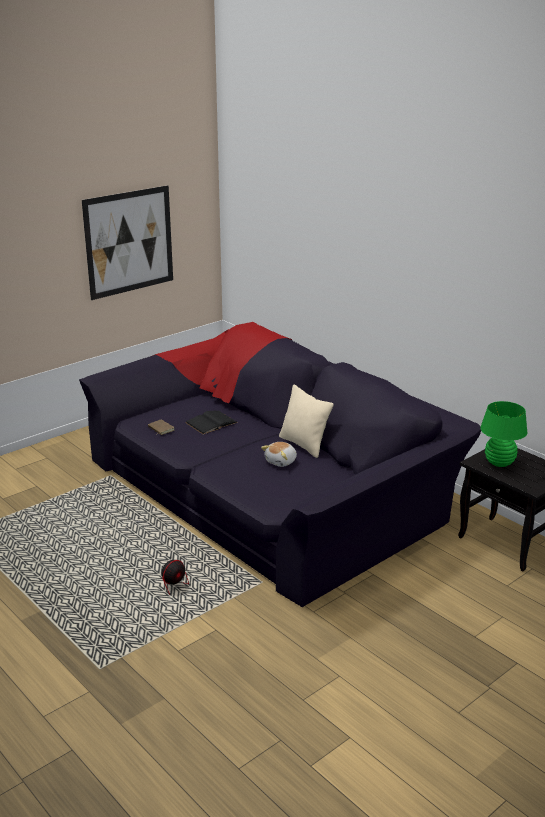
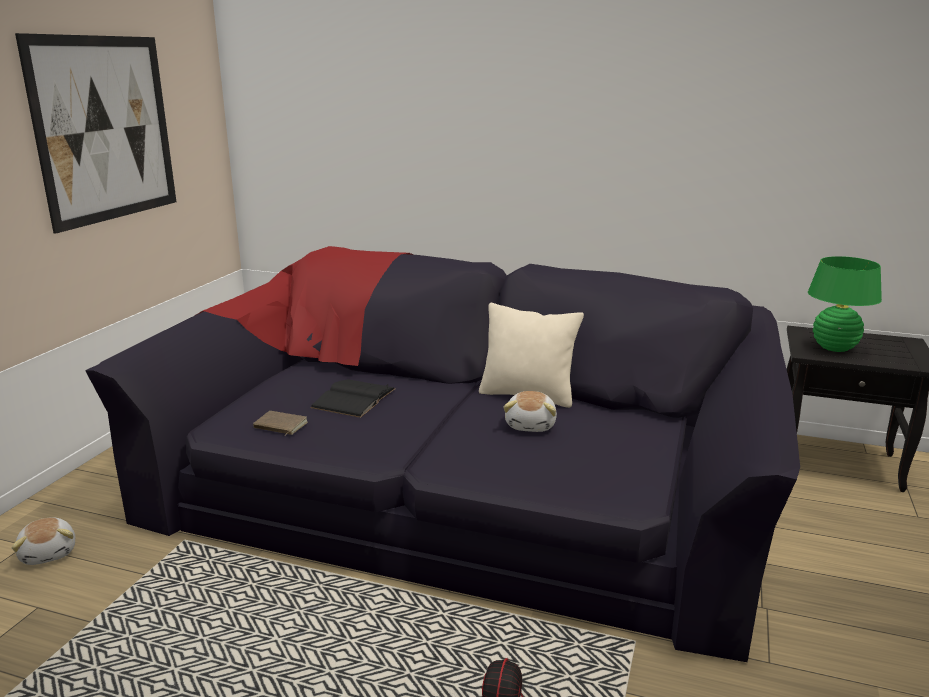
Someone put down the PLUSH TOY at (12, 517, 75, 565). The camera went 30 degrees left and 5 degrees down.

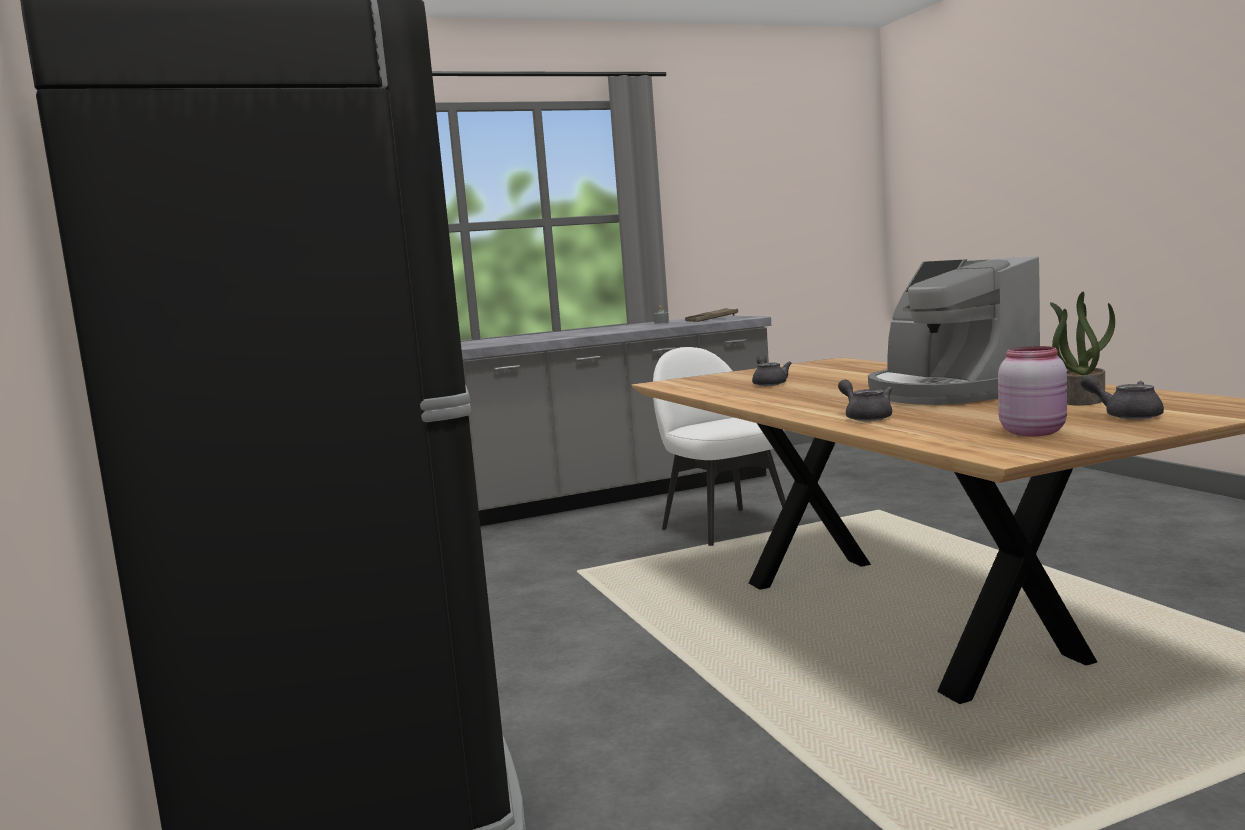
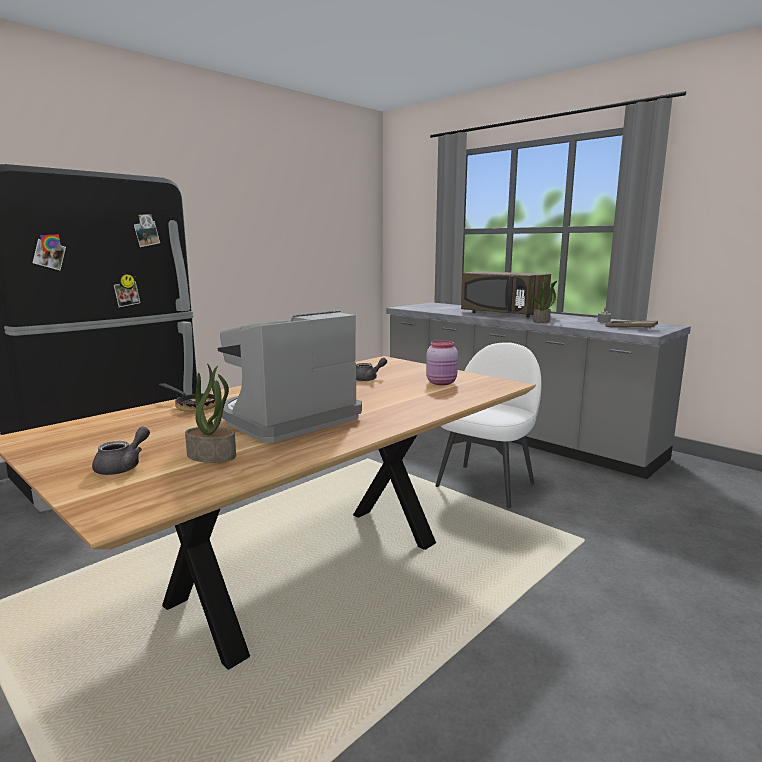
Someone carried the PINK JAR from (998, 346, 1067, 436) to (426, 340, 458, 385). Someone swapped the GREY TEAPOT at (838, 379, 892, 421) for the FRYING PAN at (159, 383, 215, 412). Someone put down the BROWN MICROWAVE at (461, 271, 551, 317). Someone put down the POTTED PLANT at (530, 277, 557, 323). The camera went 65 degrees right and 5 degrees up.

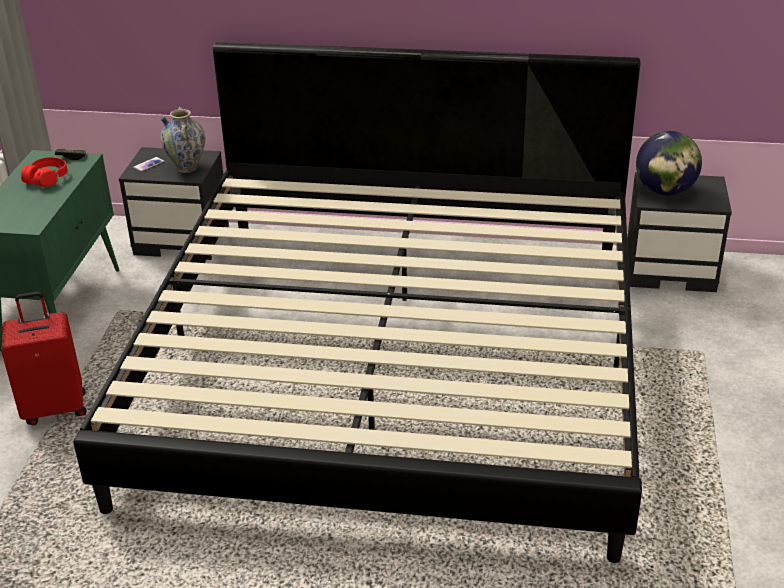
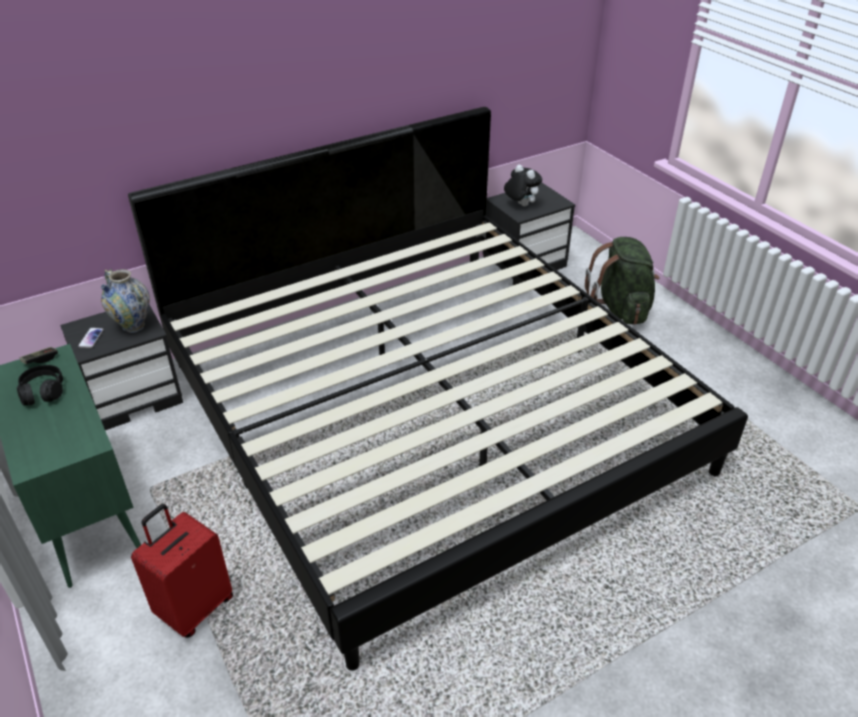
Someone swapped the GLOBE at (636, 131, 702, 195) for the PLUSH TOY at (504, 165, 542, 206). Someone repainted the RED HEADPHONES at (21, 157, 67, 187), which became the BLACK HEADPHONES at (17, 365, 63, 405). Someone put down the GREEN BACKPACK at (585, 237, 659, 325). The camera went 40 degrees left and 5 degrees up.

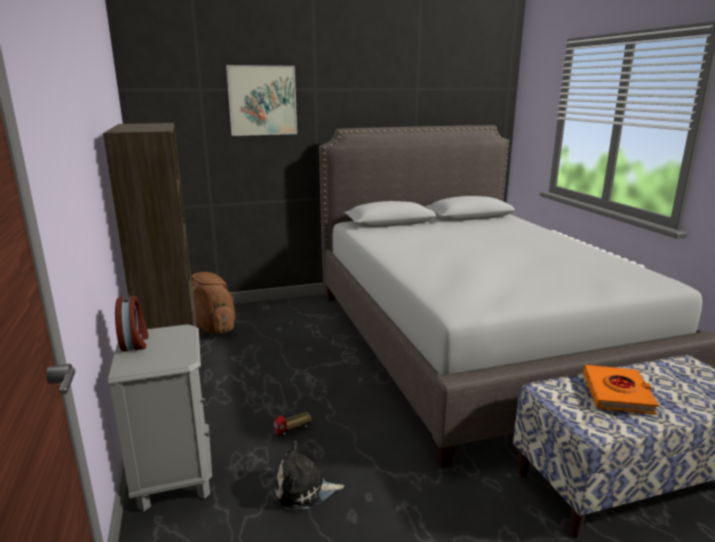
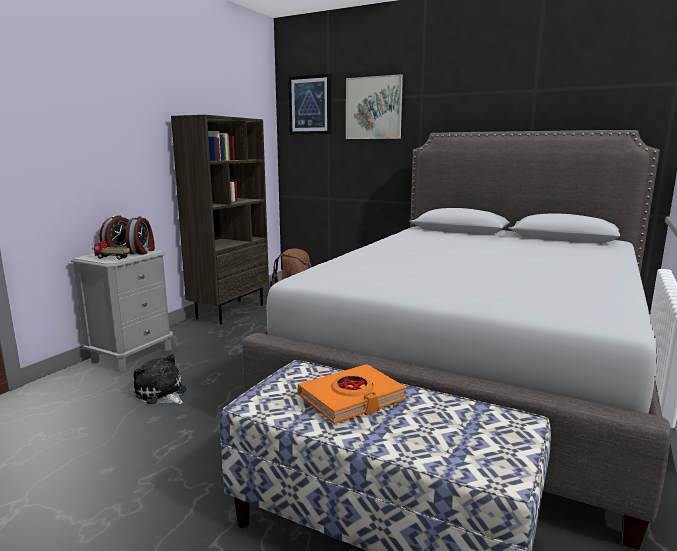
Someone carried the TOY TRUCK from (274, 412, 312, 437) to (92, 241, 130, 260). Someone put up the PICTURE at (288, 73, 331, 135). Someone put down the ALARM CLOCK at (125, 216, 155, 254). The camera went 45 degrees right and 5 degrees down.

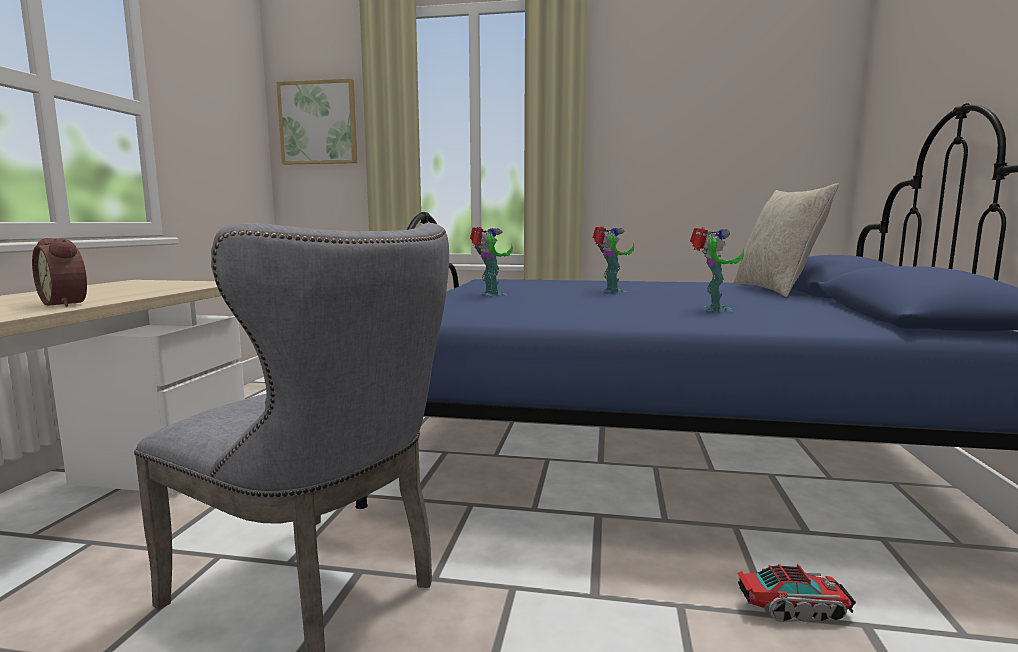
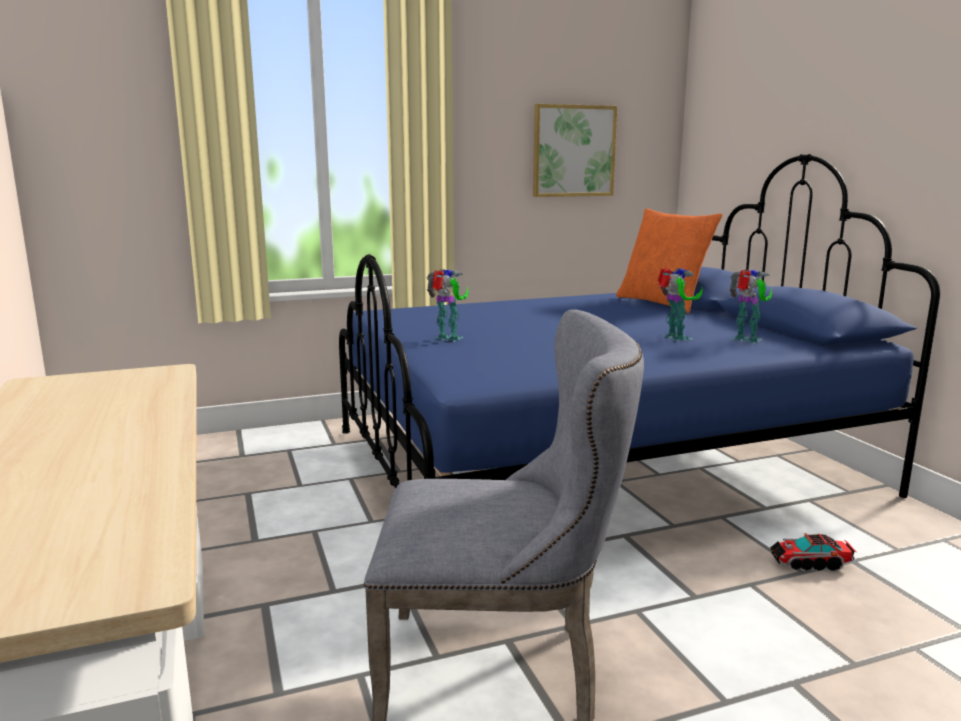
Someone carried the PICTURE from (277, 79, 357, 164) to (533, 104, 617, 197). Someone repainted the BEIGE PILLOW at (734, 183, 839, 297), which became the ORANGE PILLOW at (616, 208, 722, 313). Someone carried the TOY ROBOT from (593, 226, 634, 293) to (729, 269, 772, 343). Someone took away the ALARM CLOCK at (32, 238, 87, 307). Someone rotated the TOY TRUCK at (737, 564, 856, 622) by 150 degrees counterclockwise. The camera went 30 degrees left and 5 degrees up.

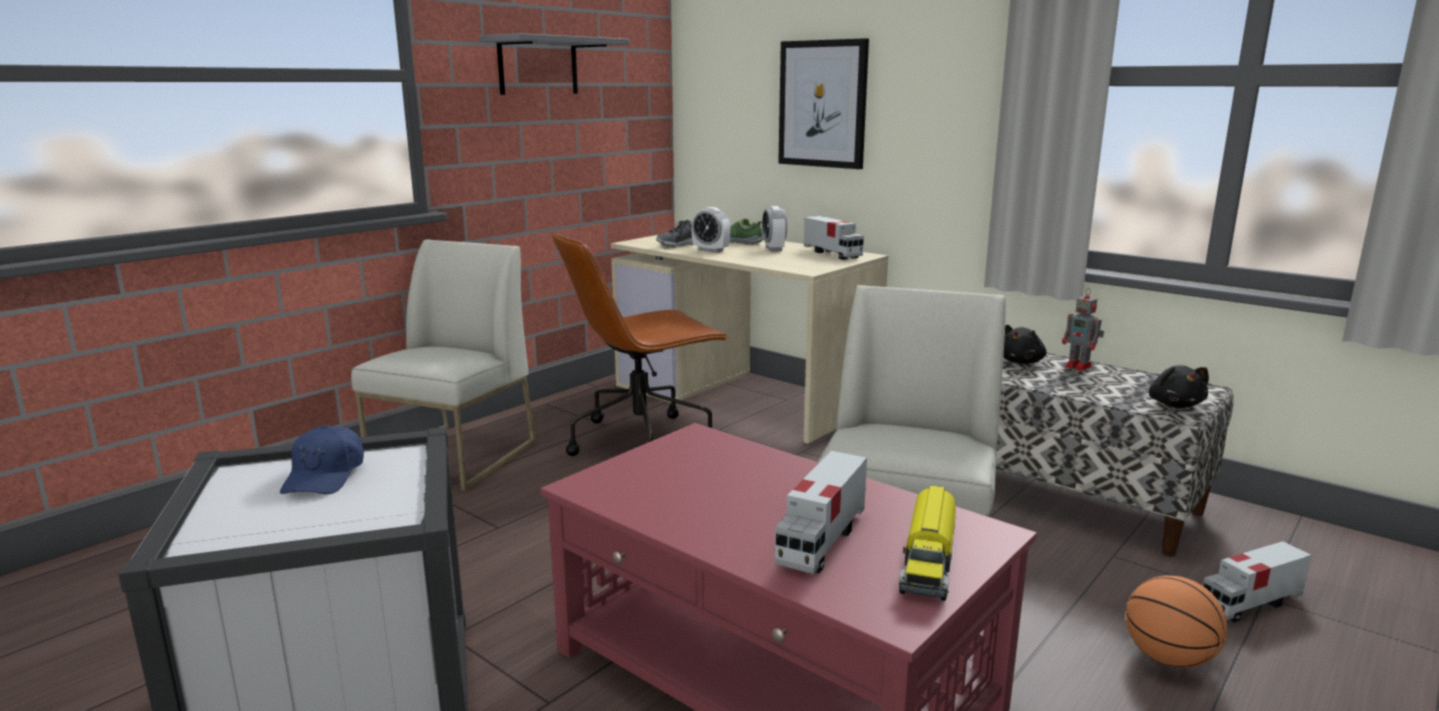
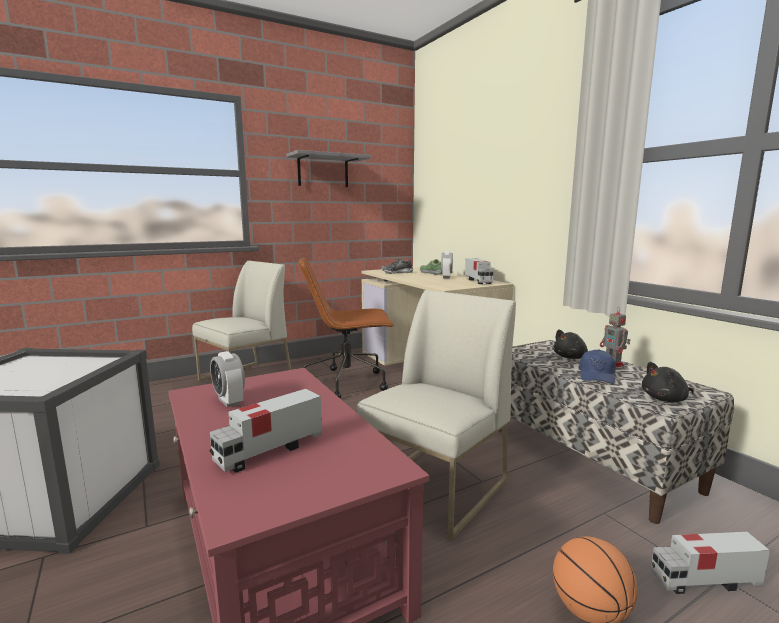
Someone took away the PICTURE at (778, 38, 869, 169). Someone carried the ALARM CLOCK from (691, 207, 731, 253) to (210, 351, 245, 408). Someone rotated the BLACK PLUSH TOY at (1149, 365, 1209, 408) by 60 degrees clockwise. Someone carried the BLUE CAP from (280, 425, 364, 494) to (579, 349, 616, 384). Someone took away the TOY TRUCK at (898, 485, 956, 601). The camera went 20 degrees right and 5 degrees down.

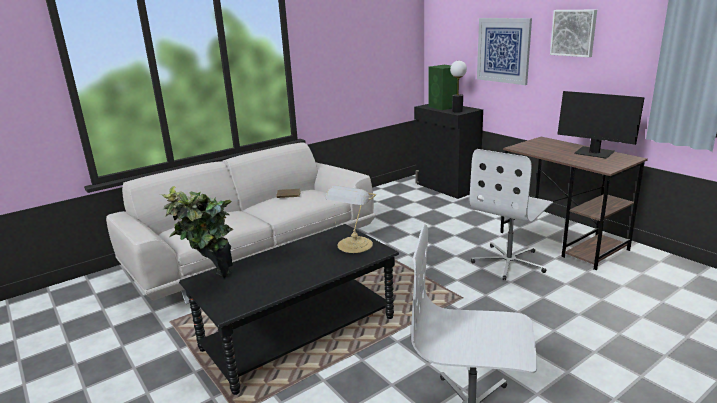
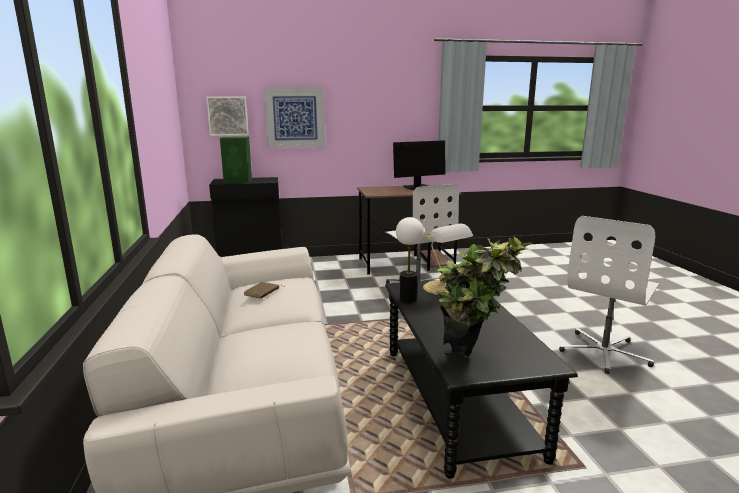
Someone carried the PICTURE from (550, 10, 597, 57) to (206, 97, 248, 136). Someone carried the TABLE LAMP from (450, 60, 467, 113) to (396, 217, 424, 303). The camera went 65 degrees left and 5 degrees down.

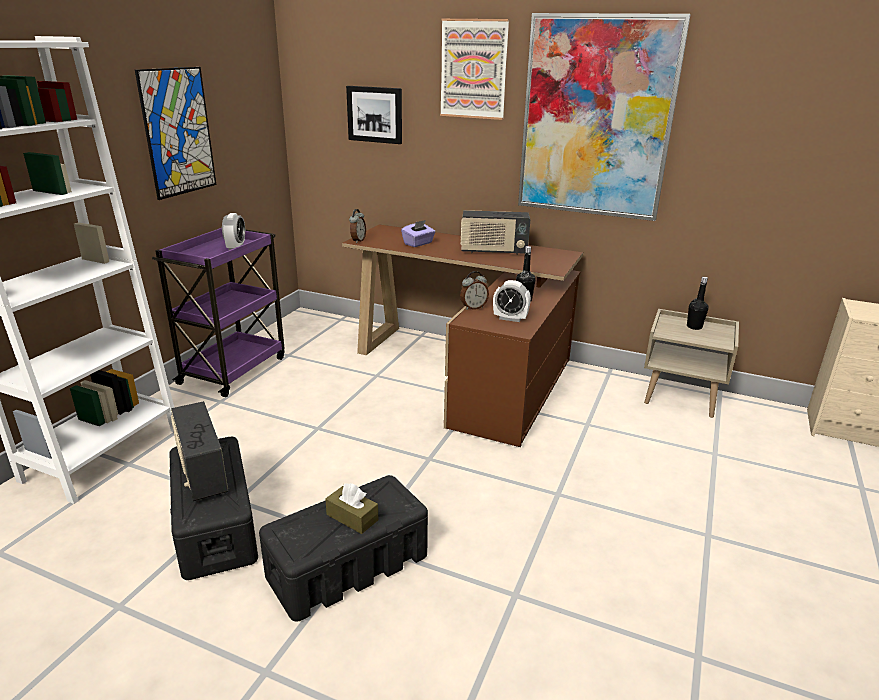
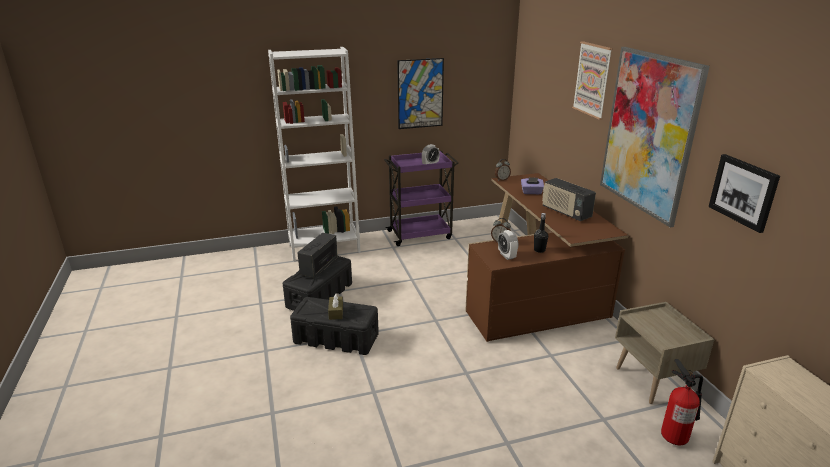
Someone carried the PICTURE from (346, 86, 402, 144) to (708, 154, 780, 233). Someone took away the BLACK BOTTLE at (687, 277, 709, 330). Someone put down the FIRE EXTINGUISHER at (661, 359, 703, 445). The camera went 50 degrees right and 0 degrees up.

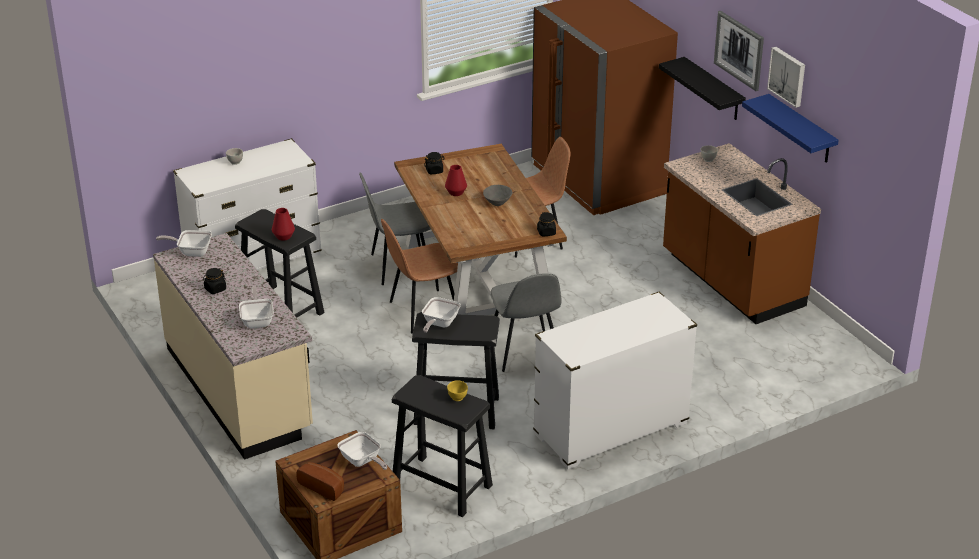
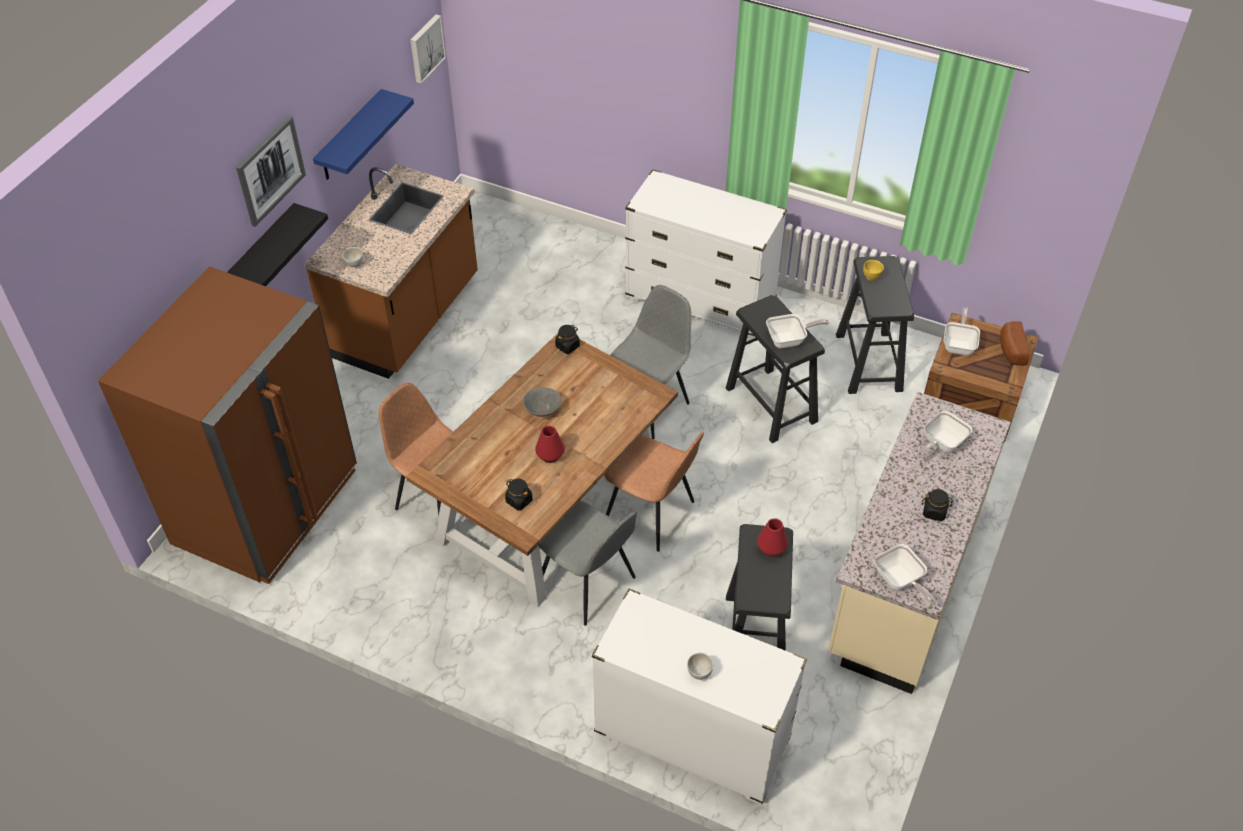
Someone carried the PICTURE from (767, 47, 805, 108) to (410, 14, 446, 84). The camera went 125 degrees left and 15 degrees up.

